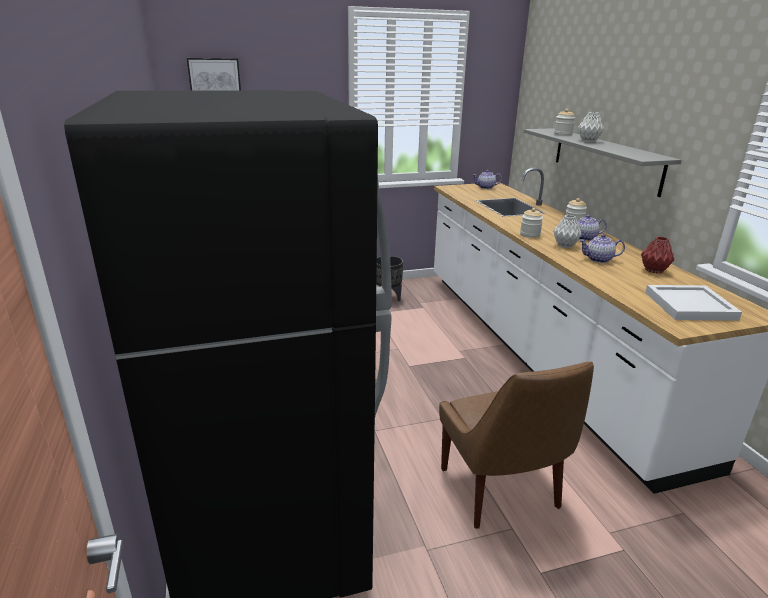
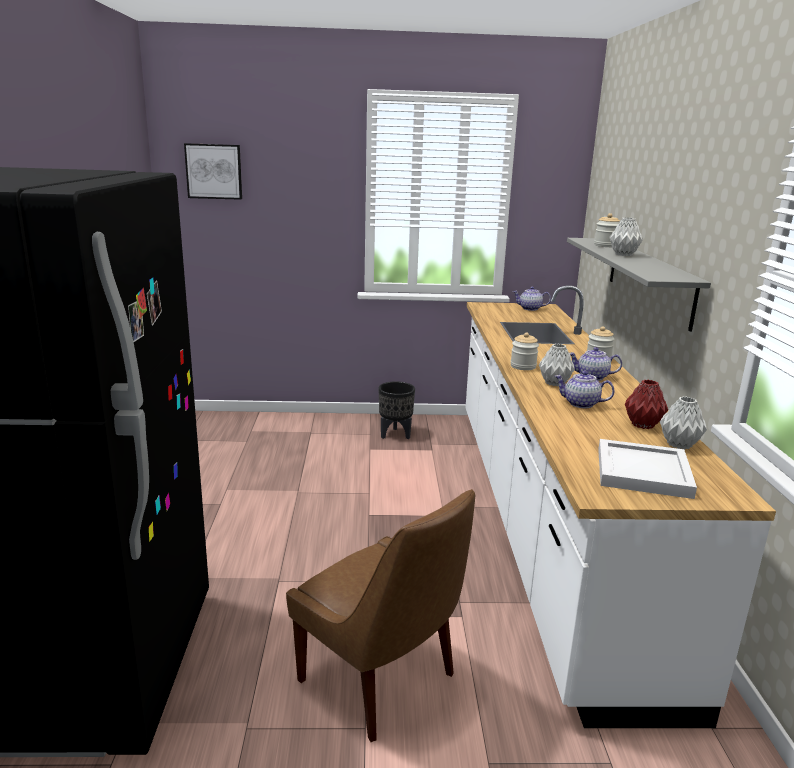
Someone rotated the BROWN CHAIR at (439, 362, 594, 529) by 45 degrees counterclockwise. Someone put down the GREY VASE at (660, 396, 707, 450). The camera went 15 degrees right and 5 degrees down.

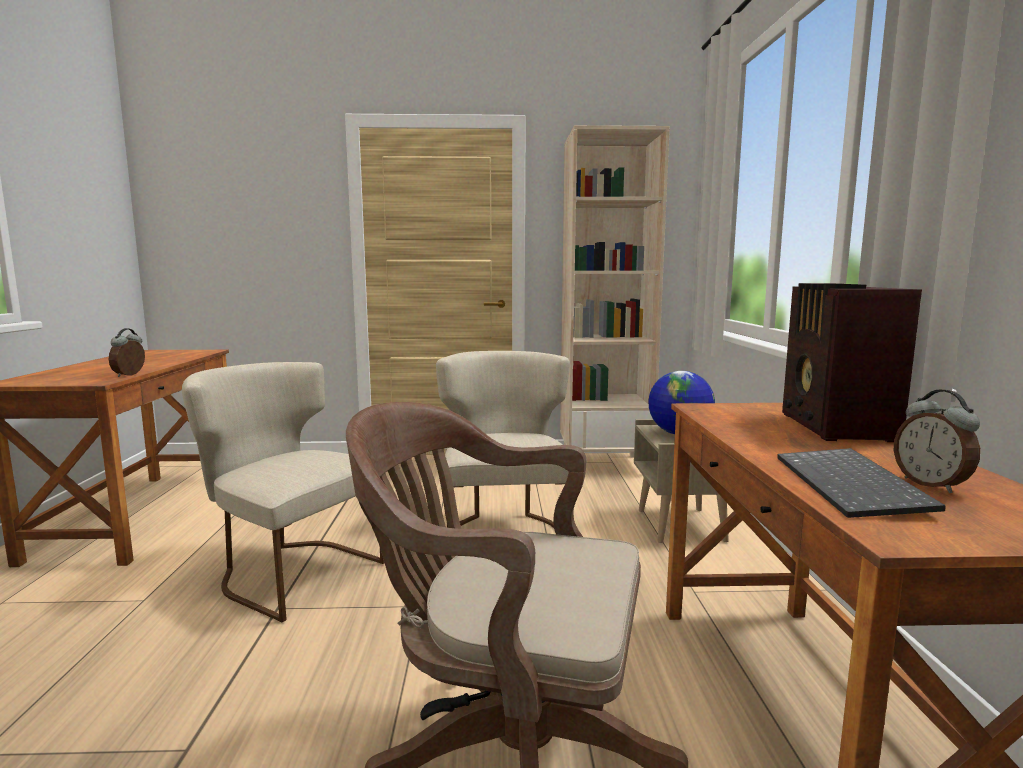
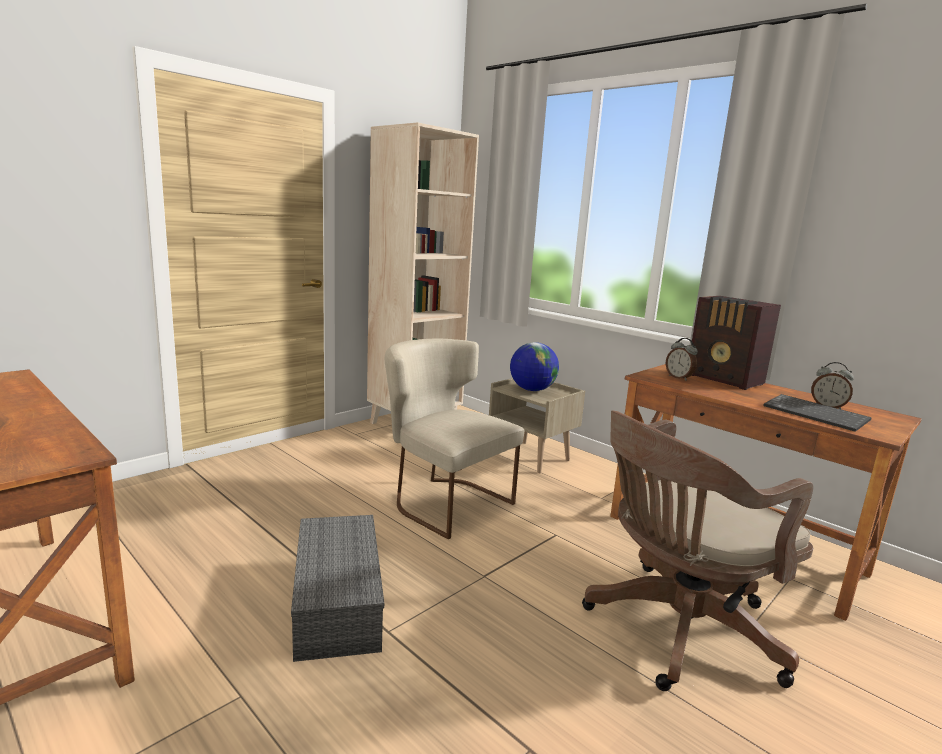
Someone carried the ALARM CLOCK from (109, 328, 145, 377) to (666, 338, 698, 381). Someone swapped the BEIGE CHAIR at (182, 362, 384, 622) for the GREY STORAGE BOX at (291, 515, 384, 662). The camera went 45 degrees left and 5 degrees up.

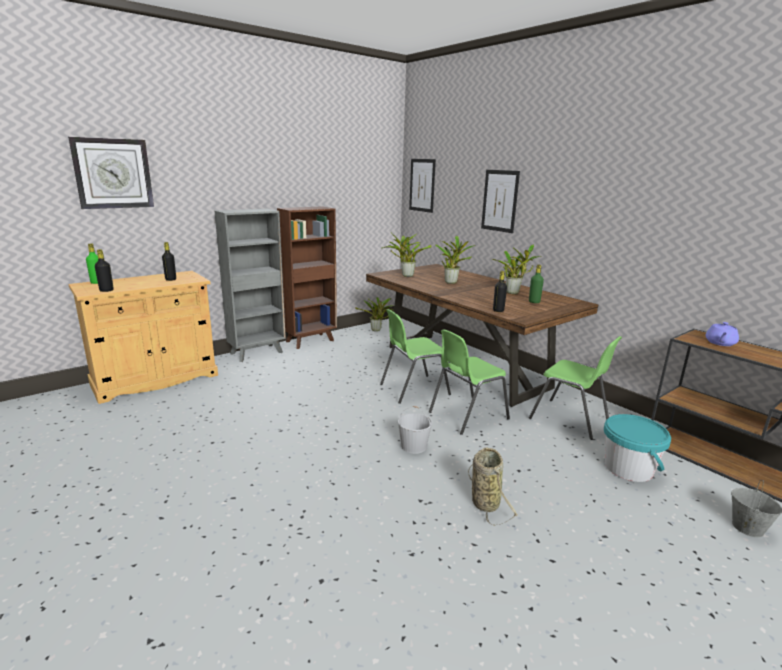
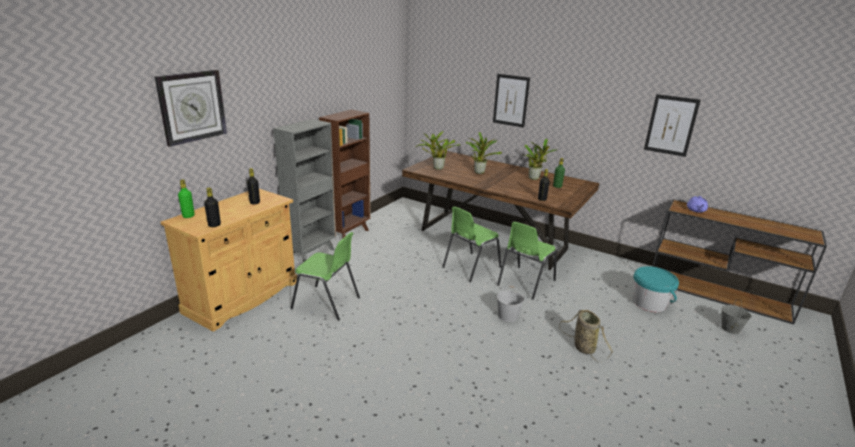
Someone carried the PICTURE from (409, 159, 436, 213) to (644, 94, 701, 157). Someone took away the POTTED PLANT at (355, 297, 395, 331). Someone carried the GREEN CHAIR from (529, 336, 622, 440) to (290, 232, 360, 321). The camera went 20 degrees left and 5 degrees up.

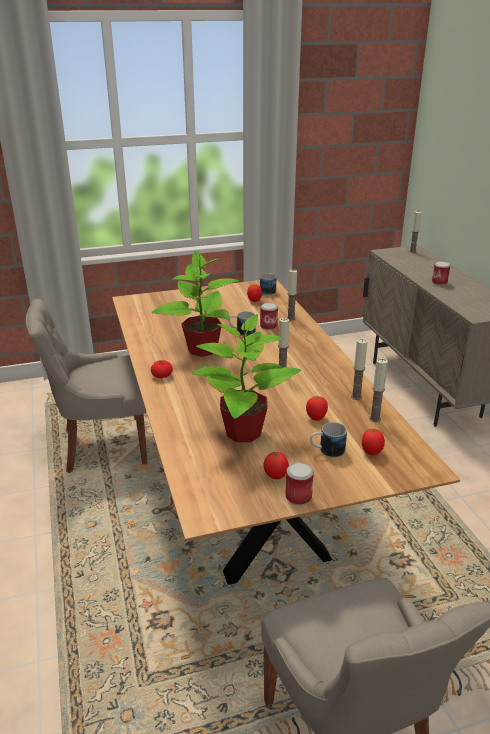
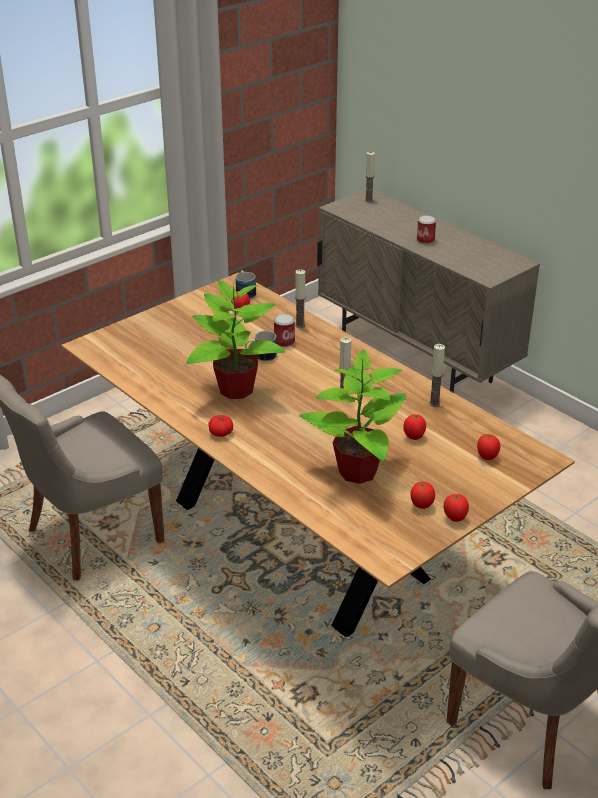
Someone took away the CANDLE at (369, 358, 388, 422). Someone took away the MUG at (310, 422, 347, 458). Someone swapped the CAN at (285, 462, 314, 505) for the TOMATO at (444, 493, 469, 522). The camera went 25 degrees left and 5 degrees up.

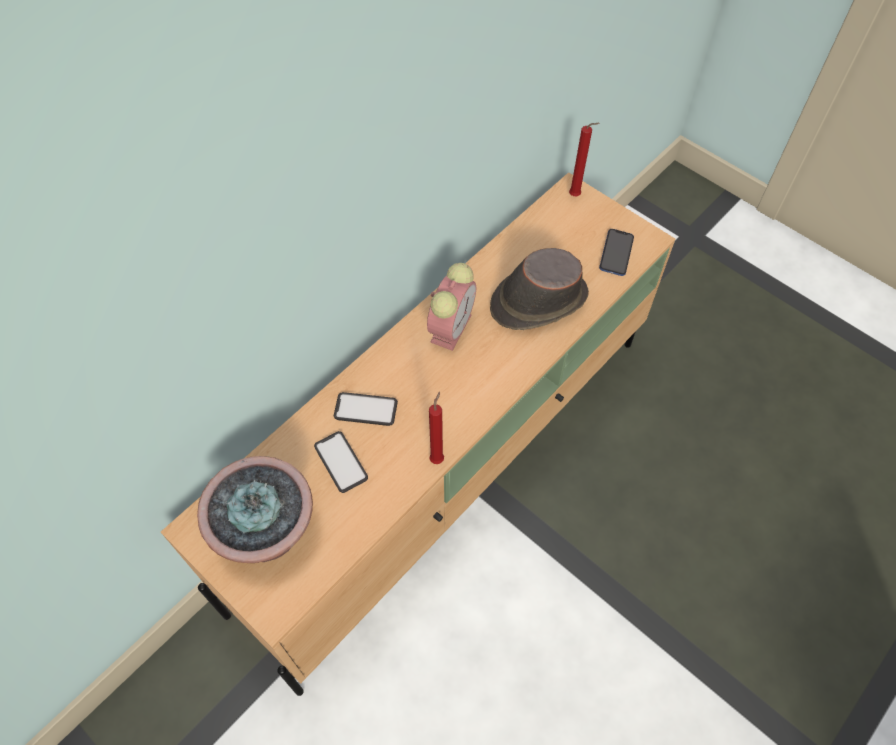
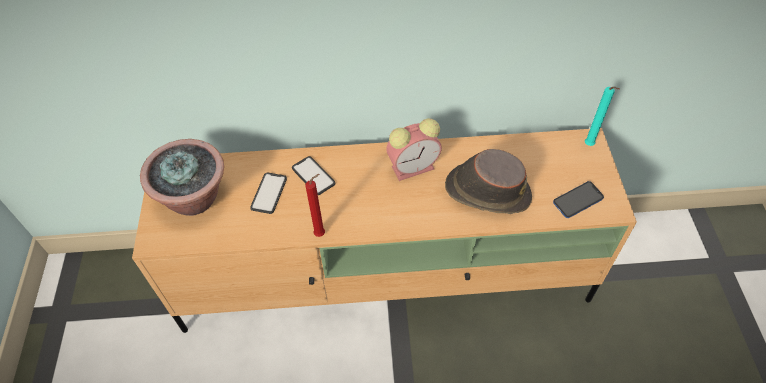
Someone repainted the RED CANDLE at (569, 123, 600, 196), which became the TURQUOISE CANDLE at (585, 87, 620, 146). The camera went 45 degrees right and 5 degrees down.

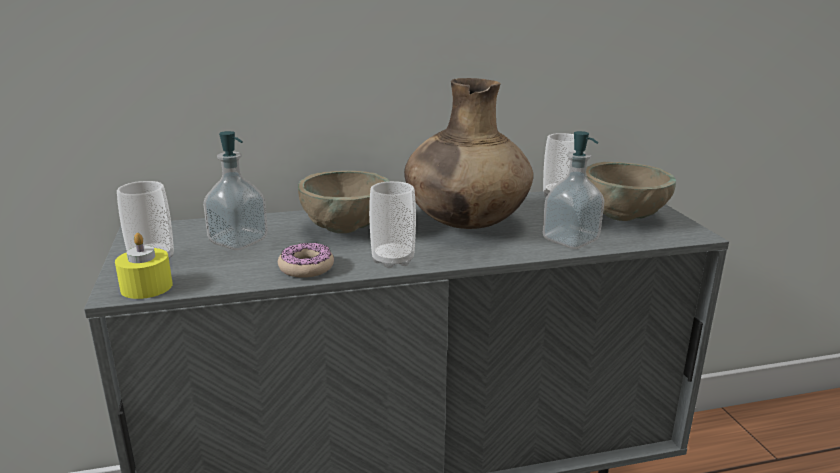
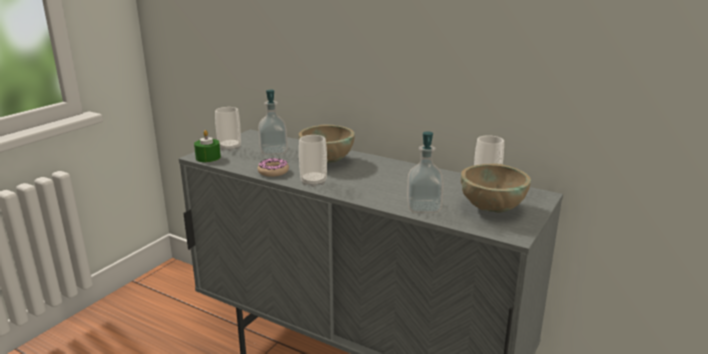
Someone took away the BROWN VASE at (404, 78, 533, 229). Someone repainted the YELLOW CANDLE at (115, 233, 172, 299), which became the GREEN CANDLE at (194, 130, 221, 162). The camera went 45 degrees right and 0 degrees up.

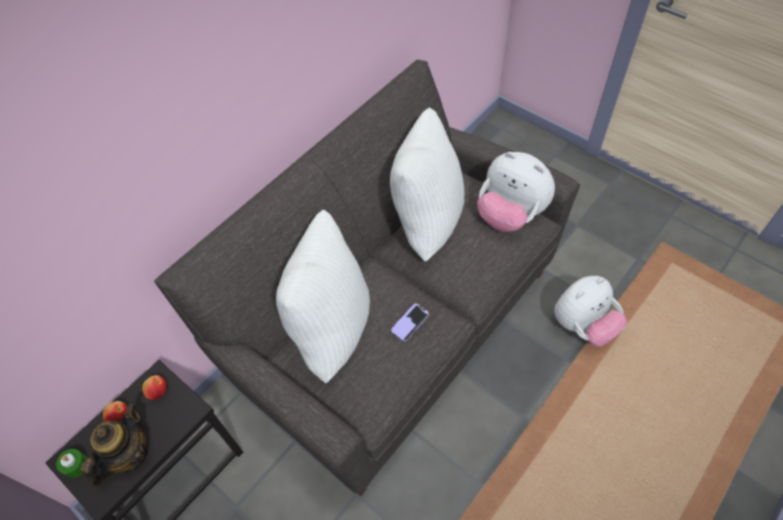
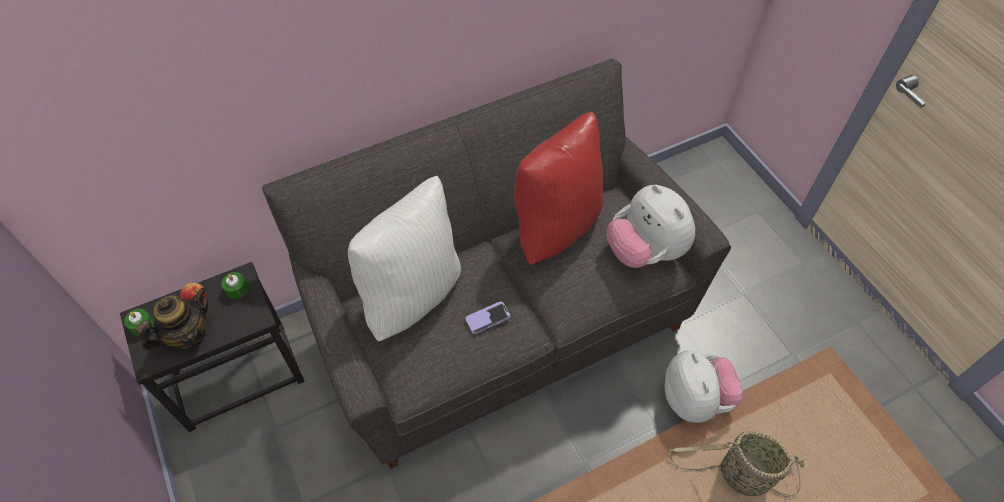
Someone repainted the WHITE PILLOW at (390, 108, 465, 262), which became the RED PILLOW at (514, 112, 603, 265). Someone rotated the PLUSH TOY at (554, 276, 627, 347) by 90 degrees counterclockwise. Someone swapped the APPLE at (142, 375, 167, 400) for the GREEN CANDLE at (222, 272, 249, 299). Someone put down the BASKET at (670, 431, 804, 497). The camera went 20 degrees right and 0 degrees up.

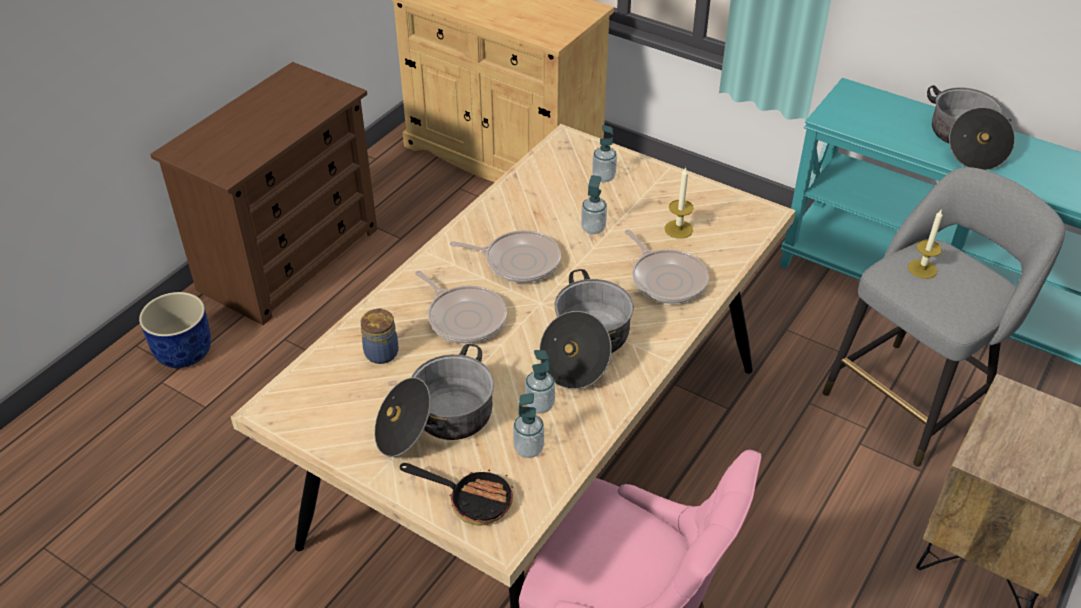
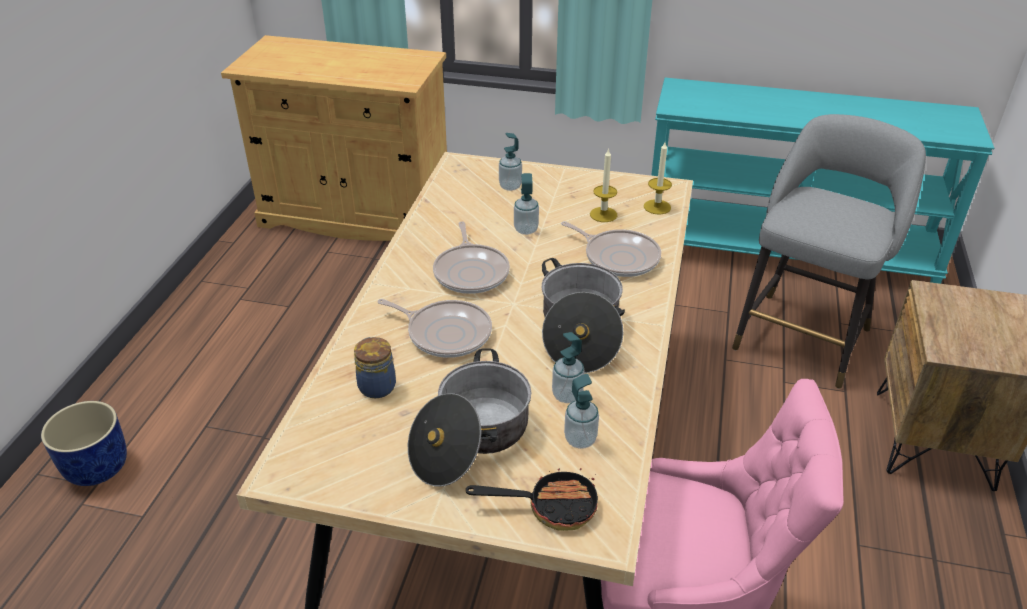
Someone took away the BROWN DRESSER at (150, 62, 377, 325). Someone took away the COOKING POT at (927, 85, 1015, 170). Someone carried the CANDLE from (908, 210, 943, 279) to (644, 142, 672, 215). Someone rotated the FRYING PAN at (450, 230, 561, 283) by 90 degrees clockwise. The camera went 20 degrees left and 5 degrees down.

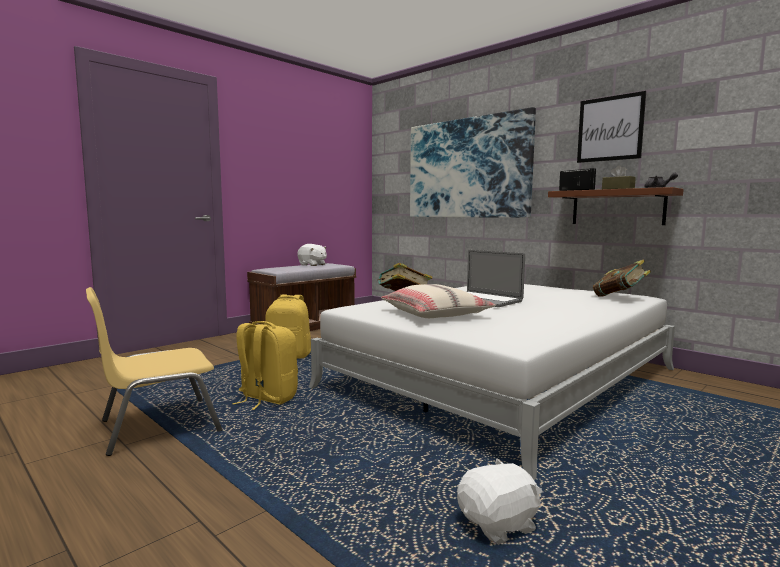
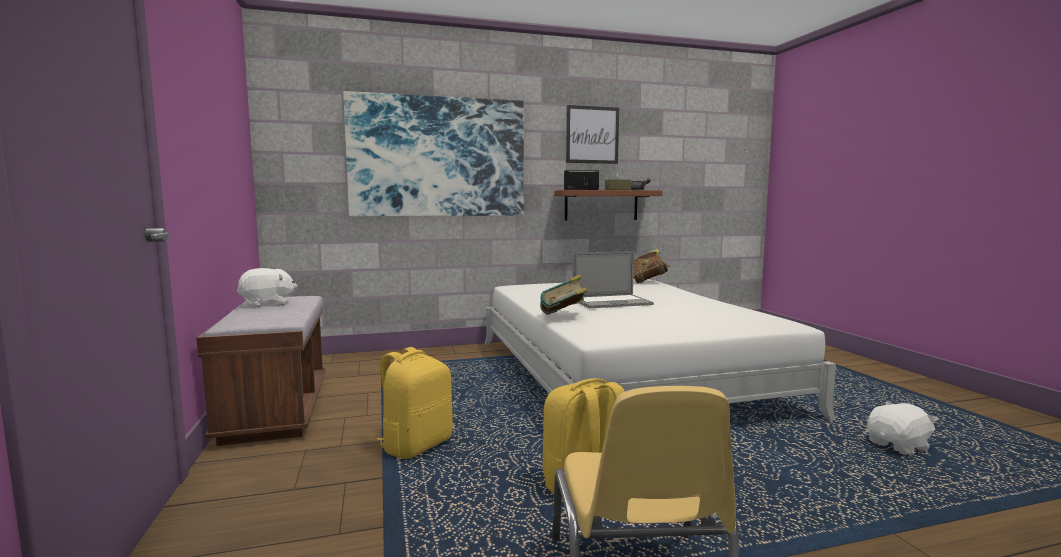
Someone took away the BEIGE PILLOW at (381, 284, 496, 318). Someone rotated the WHITE PLUSH TOY at (457, 458, 542, 544) by 60 degrees clockwise. The camera went 60 degrees left and 0 degrees up.

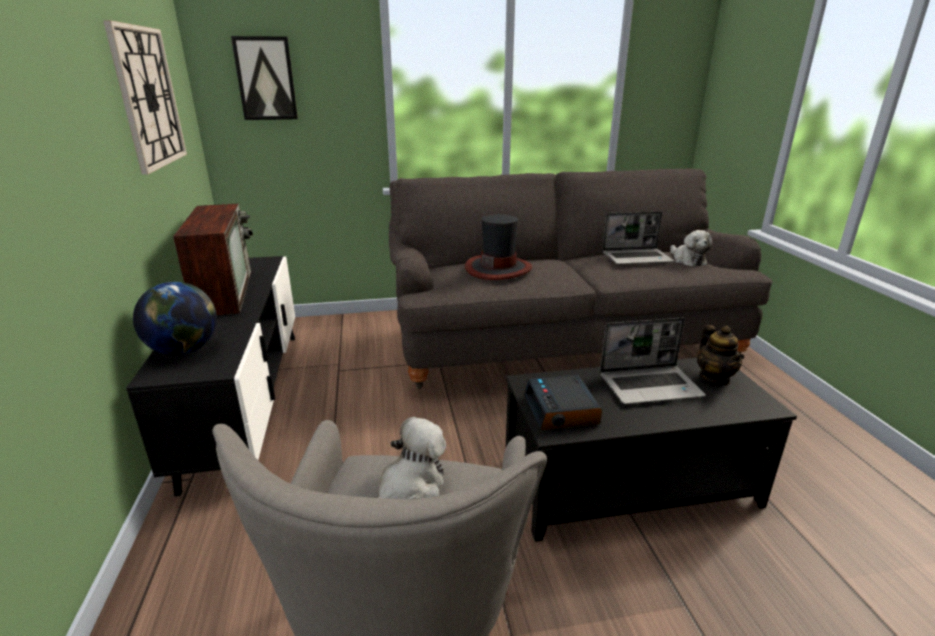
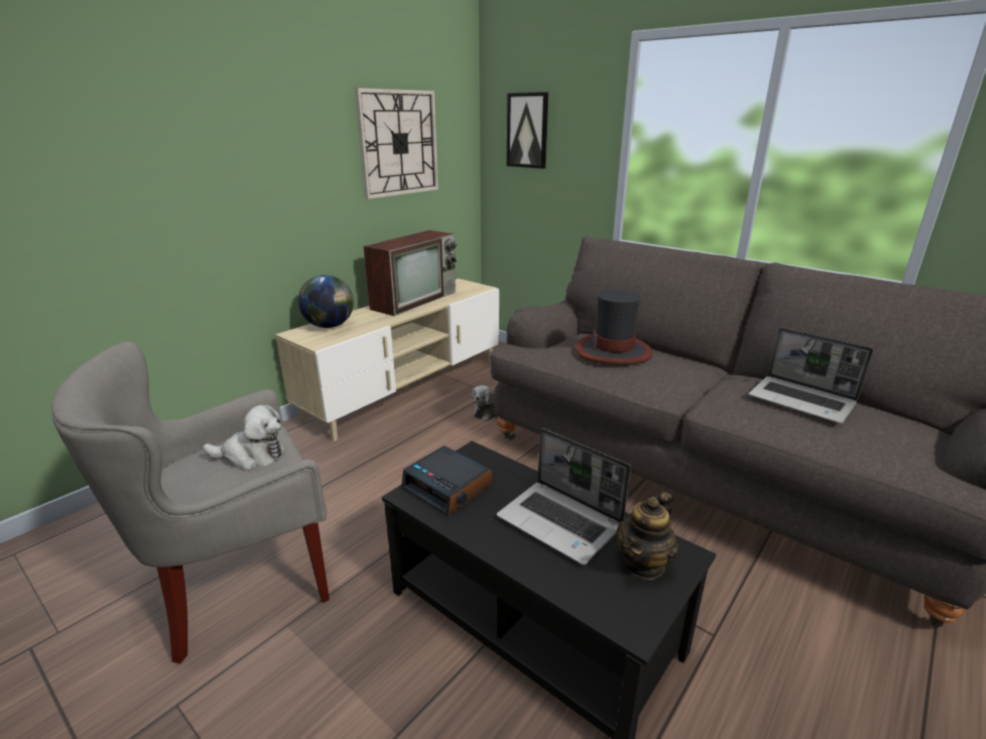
Someone carried the PLUSH TOY from (670, 230, 712, 267) to (472, 385, 498, 421). Someone repainted the BLACK TV STAND at (126, 256, 295, 496), which became the BEIGE TV STAND at (275, 278, 499, 441). Someone rotated the ALARM CLOCK at (524, 375, 602, 430) by 90 degrees counterclockwise. The camera went 50 degrees right and 0 degrees up.

